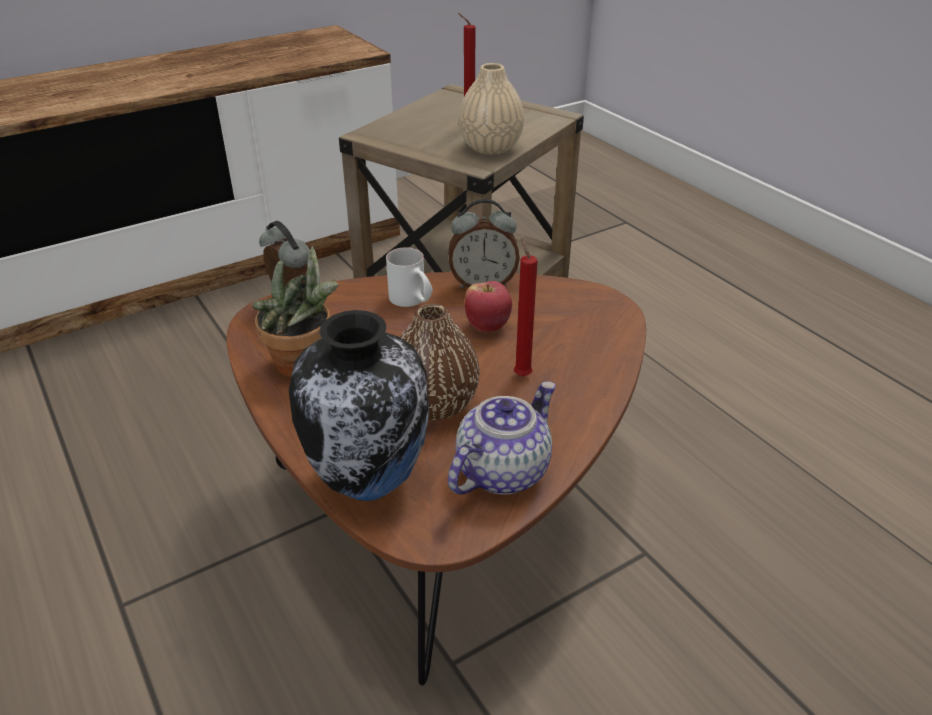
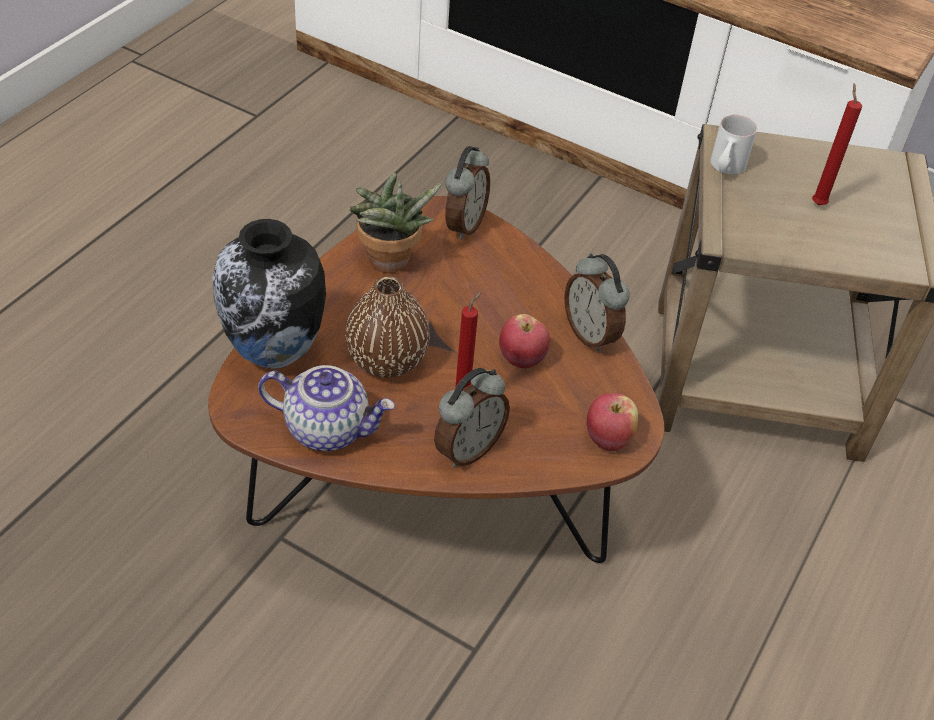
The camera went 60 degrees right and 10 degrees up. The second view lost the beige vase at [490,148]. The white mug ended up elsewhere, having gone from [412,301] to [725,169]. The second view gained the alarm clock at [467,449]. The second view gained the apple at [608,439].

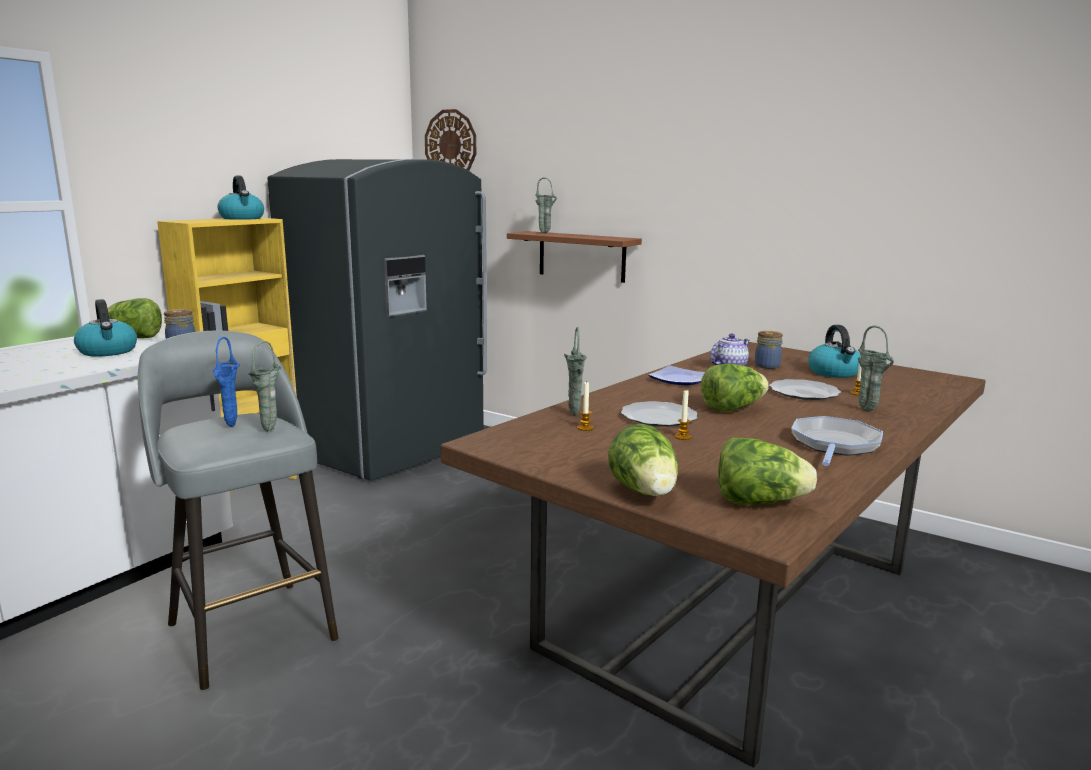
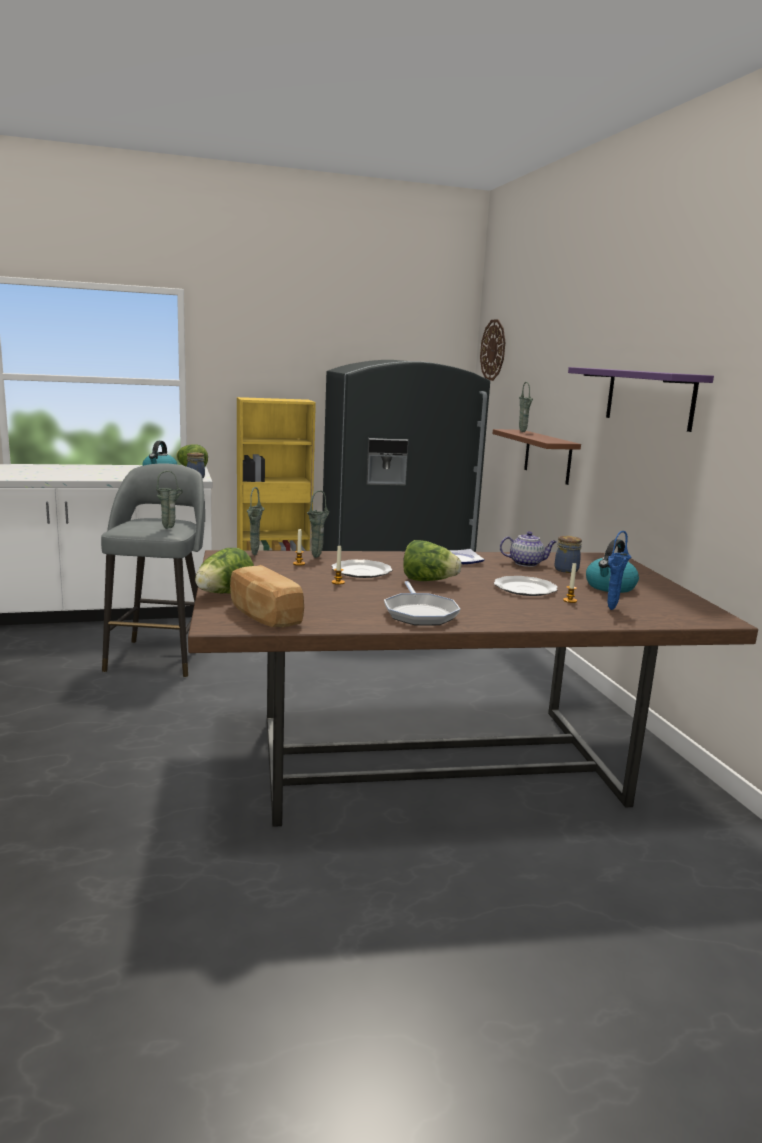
The camera went 40 degrees right and 0 degrees up. The second view lost the kettle at [242,218]. The green vase ended up elsewhere, having gone from [869,411] to [254,555]. The blue vase ended up elsewhere, having gone from [231,426] to [611,609]. The frying pan at [834,445] ended up facing another way, 105 degrees clockwise from before. Where the lettuce stood at [758,502], the bread came to stand at [263,615]. The second view gained the purple shelf at [649,398].

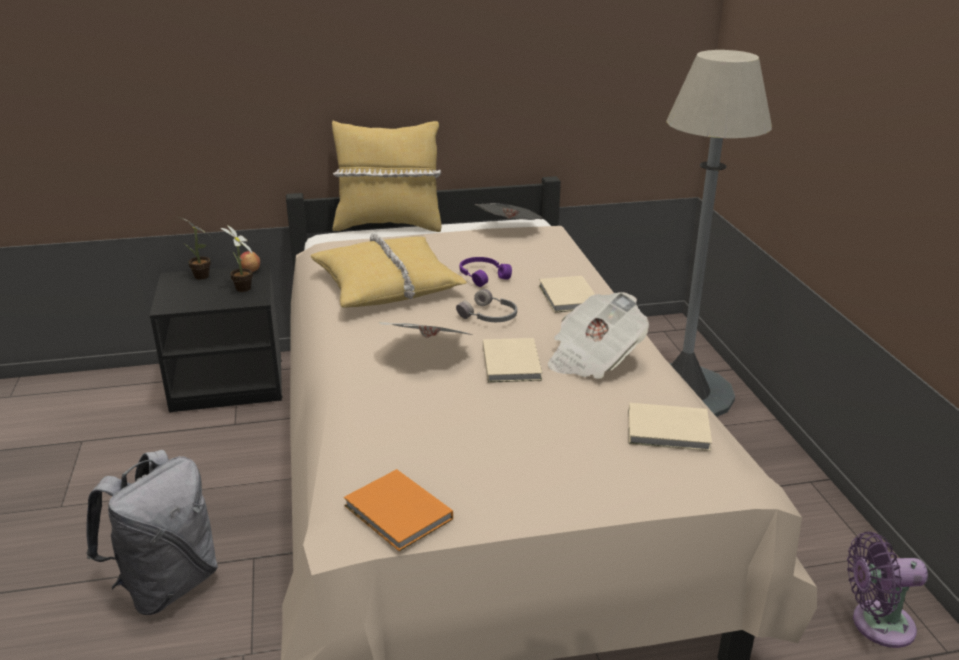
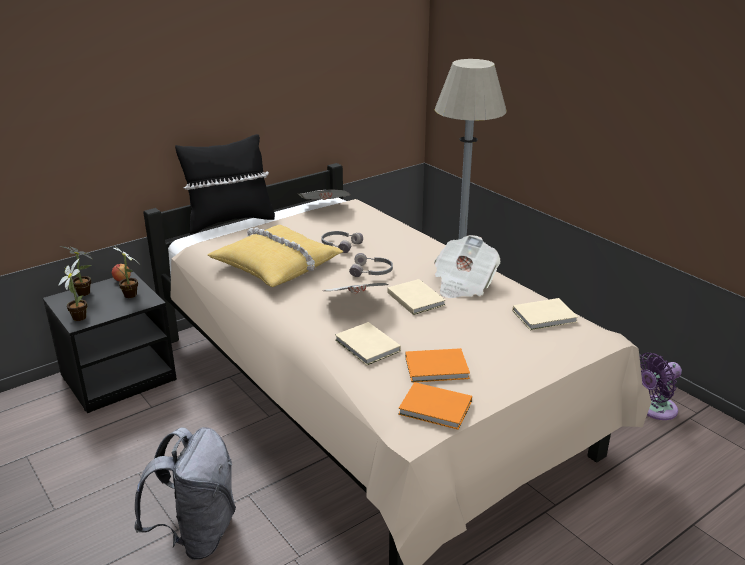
The camera went 25 degrees left and 0 degrees up. What was the yellow pillow at [388,225] turned into the black pillow at [229,221]. What was the purple headphones at [483,276] turned into the grey headphones at [340,245]. The beige book ended up elsewhere, having gone from [567,298] to [367,347]. The second view gained the potted plant at [79,316]. The second view gained the orange book at [438,368].

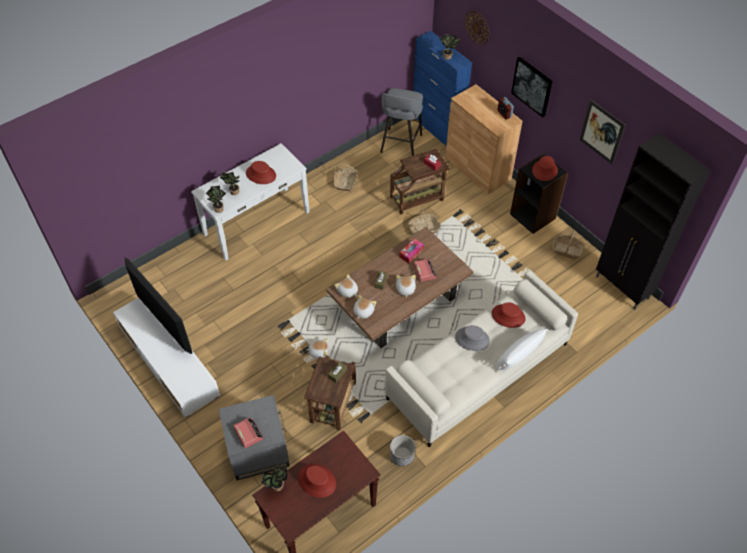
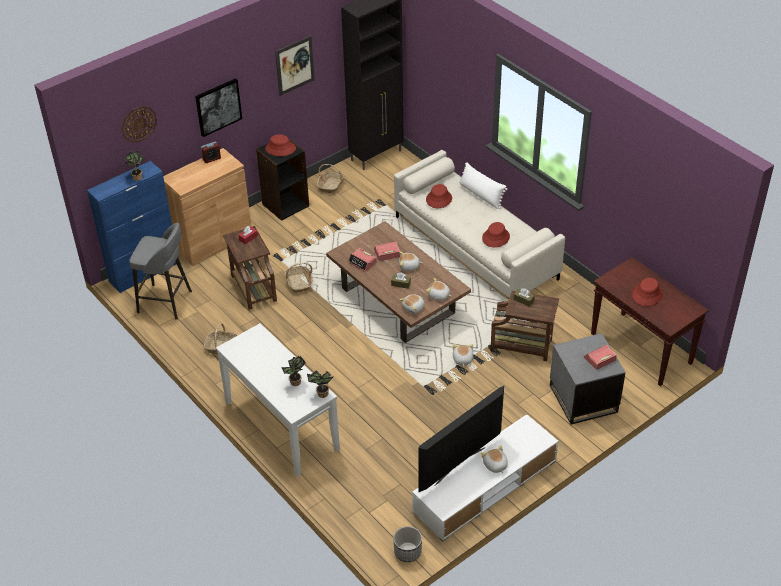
The camera went 90 degrees left and 10 degrees down. The red hat ended up elsewhere, having gone from [261,174] to [495,237]. Where the tissue box stood at [411,253], the alarm clock came to stand at [362,262]. The second view lost the grey hat at [472,339]. The planter ended up elsewhere, having gone from [402,456] to [408,552]. The second view lost the potted plant at [277,488]. The second view gained the plush toy at [495,465].

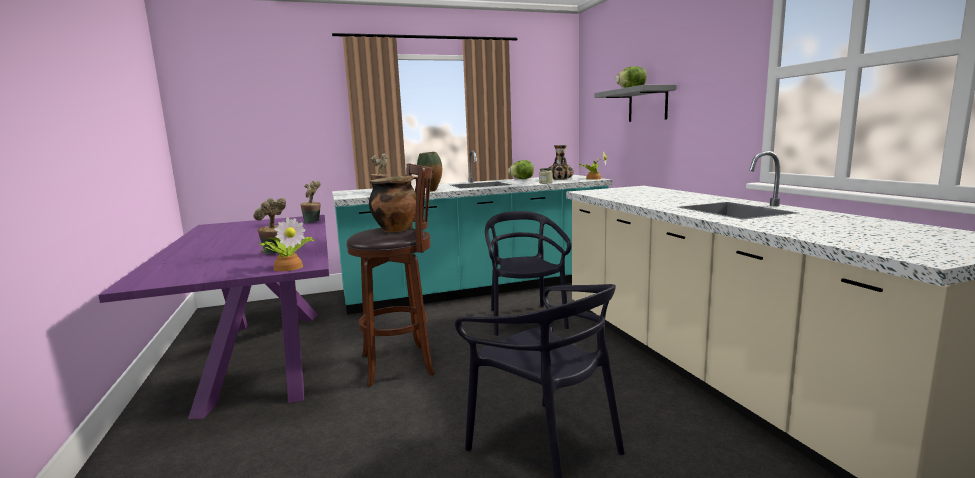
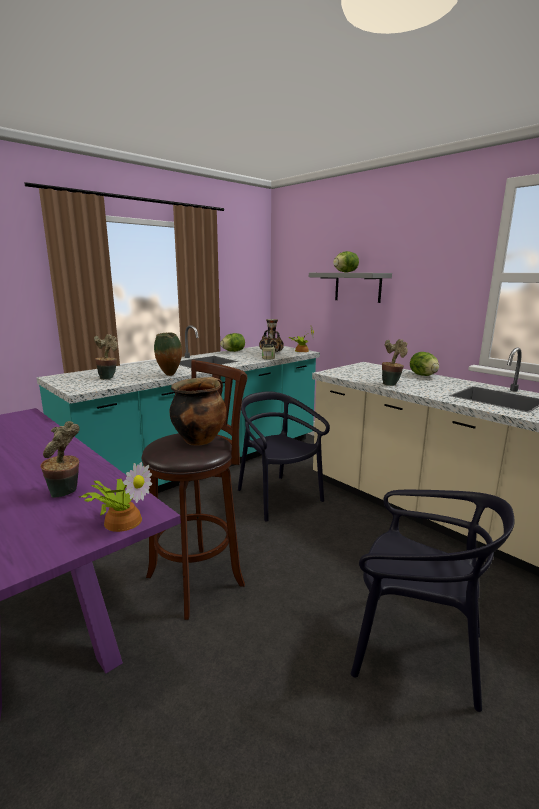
The camera went 25 degrees left and 5 degrees up. The potted plant ended up elsewhere, having gone from [313,222] to [391,384]. The second view gained the lettuce at [423,375].

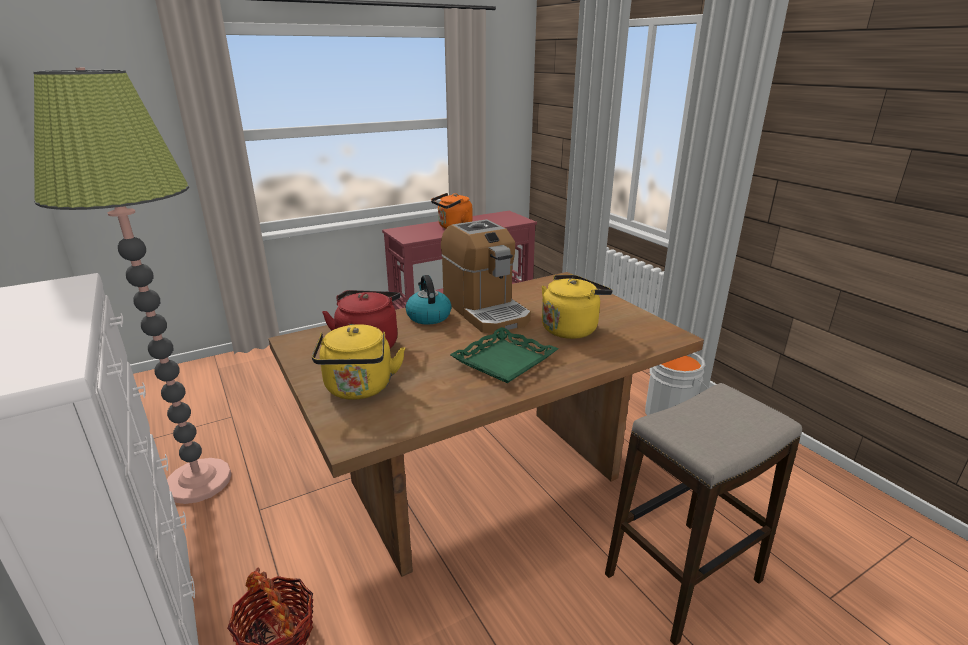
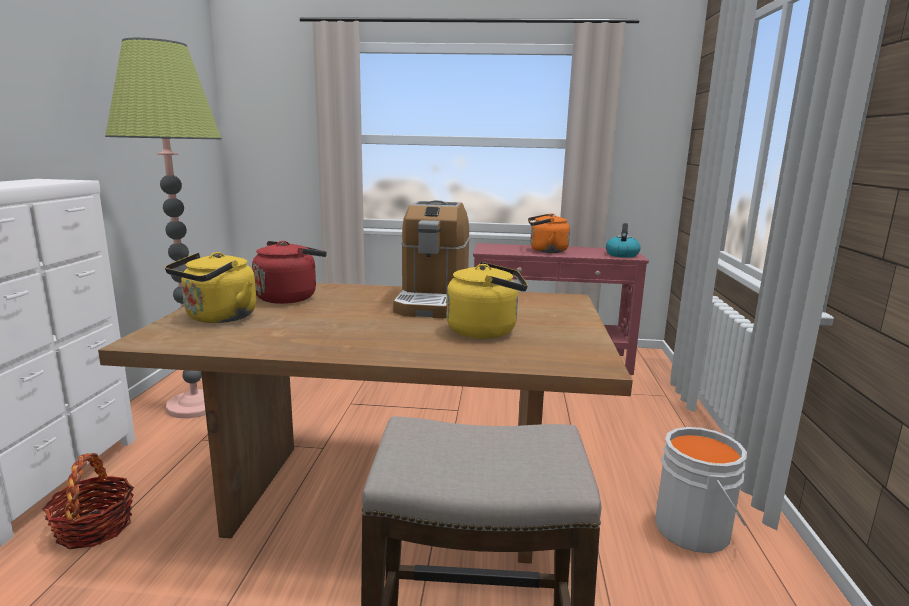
The camera went 35 degrees right and 10 degrees down. The kettle ended up elsewhere, having gone from [428,316] to [622,254]. The second view lost the green tray at [505,361].

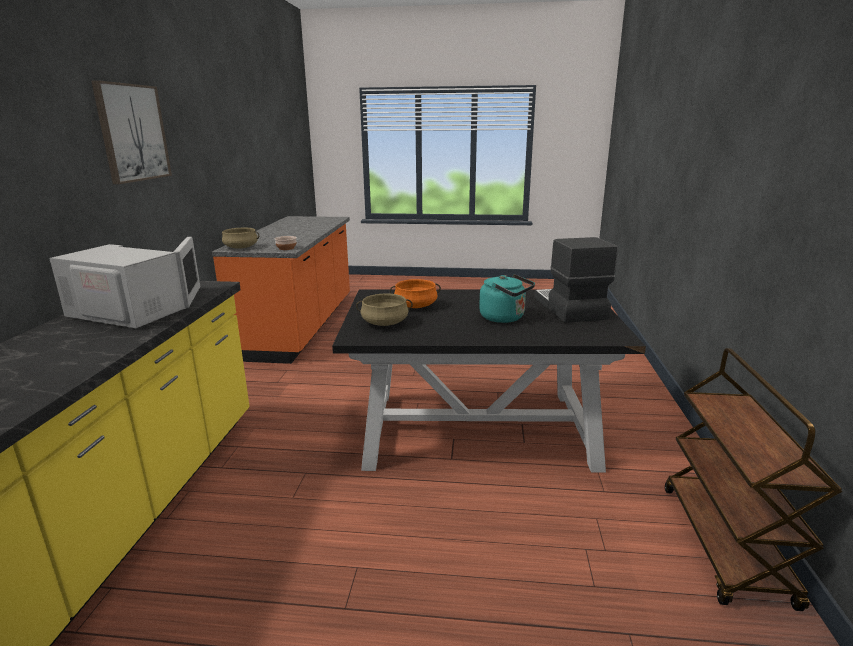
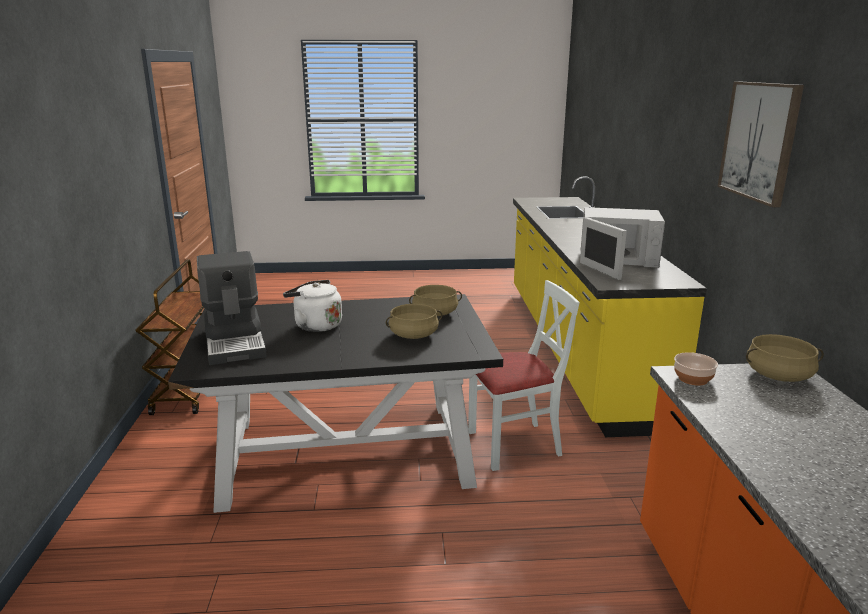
The camera went 170 degrees right and 0 degrees up. What was the turquoise kettle at [505,318] turned into the white kettle at [315,325]. What was the orange cooking pot at [415,306] turned into the beige cooking pot at [413,335]. The second view gained the white chair at [514,444].

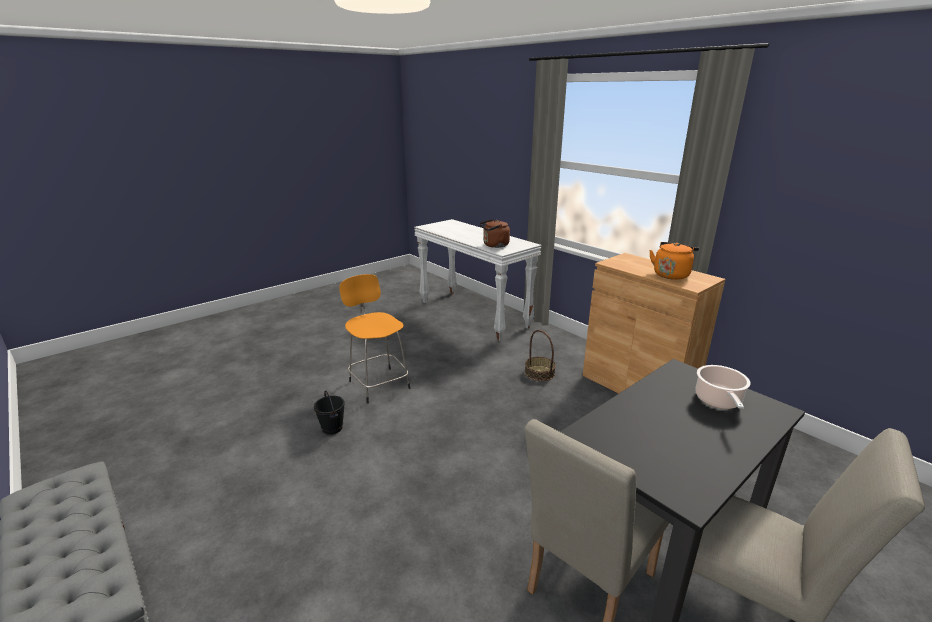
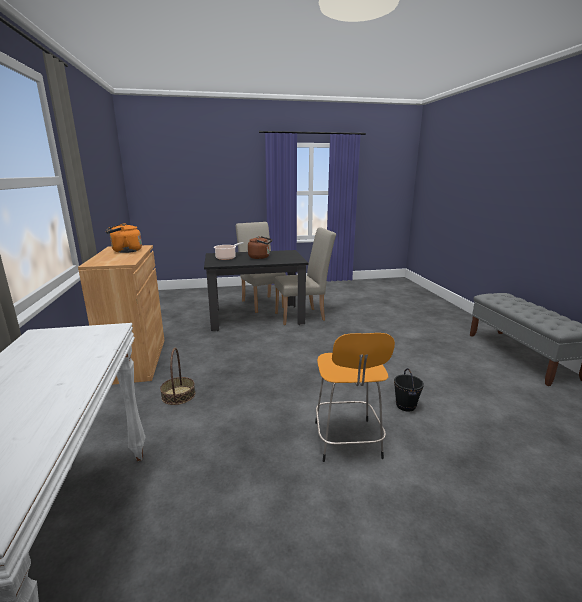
The camera went 150 degrees left and 5 degrees down. The brown kettle ended up elsewhere, having gone from [494,245] to [260,257].

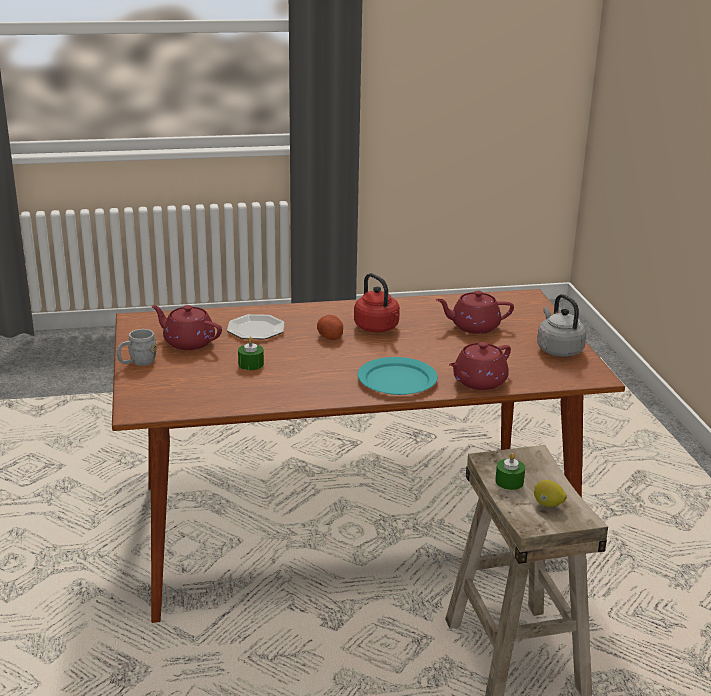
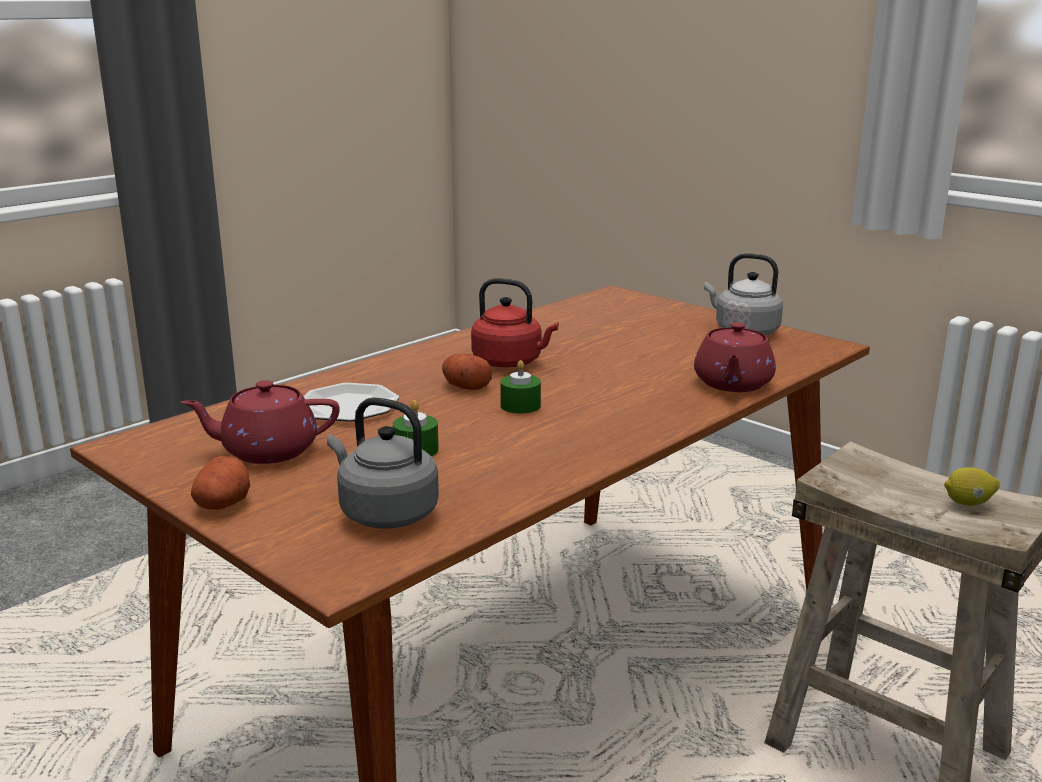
The camera went 35 degrees left and 5 degrees down. The second view lost the red teapot at [474,327]. Where the grey mug stood at [137,363], the potato came to stand at [223,504]. The second view lost the turquoise plate at [397,380]. The green candle ended up elsewhere, having gone from [509,482] to [520,406]. The second view gained the grey kettle at [384,513].

